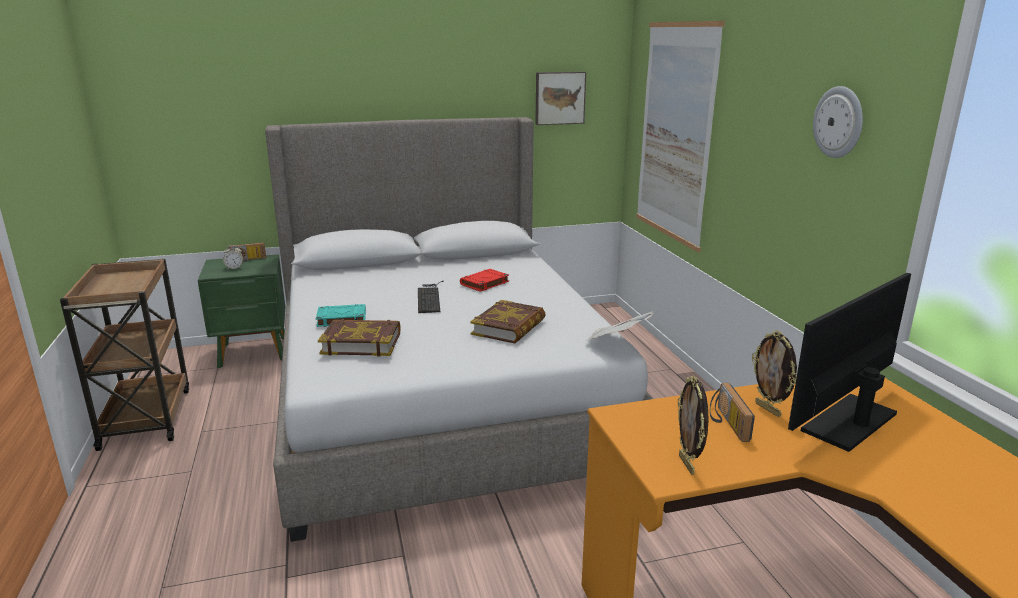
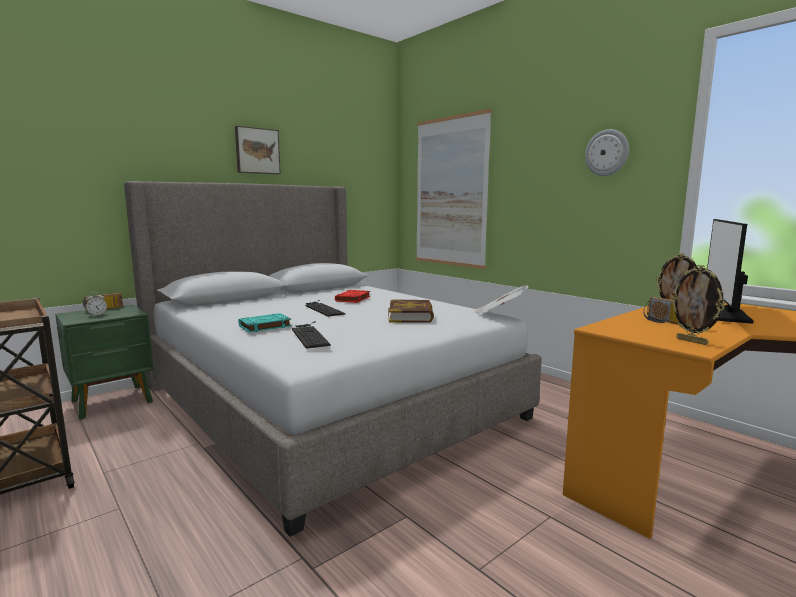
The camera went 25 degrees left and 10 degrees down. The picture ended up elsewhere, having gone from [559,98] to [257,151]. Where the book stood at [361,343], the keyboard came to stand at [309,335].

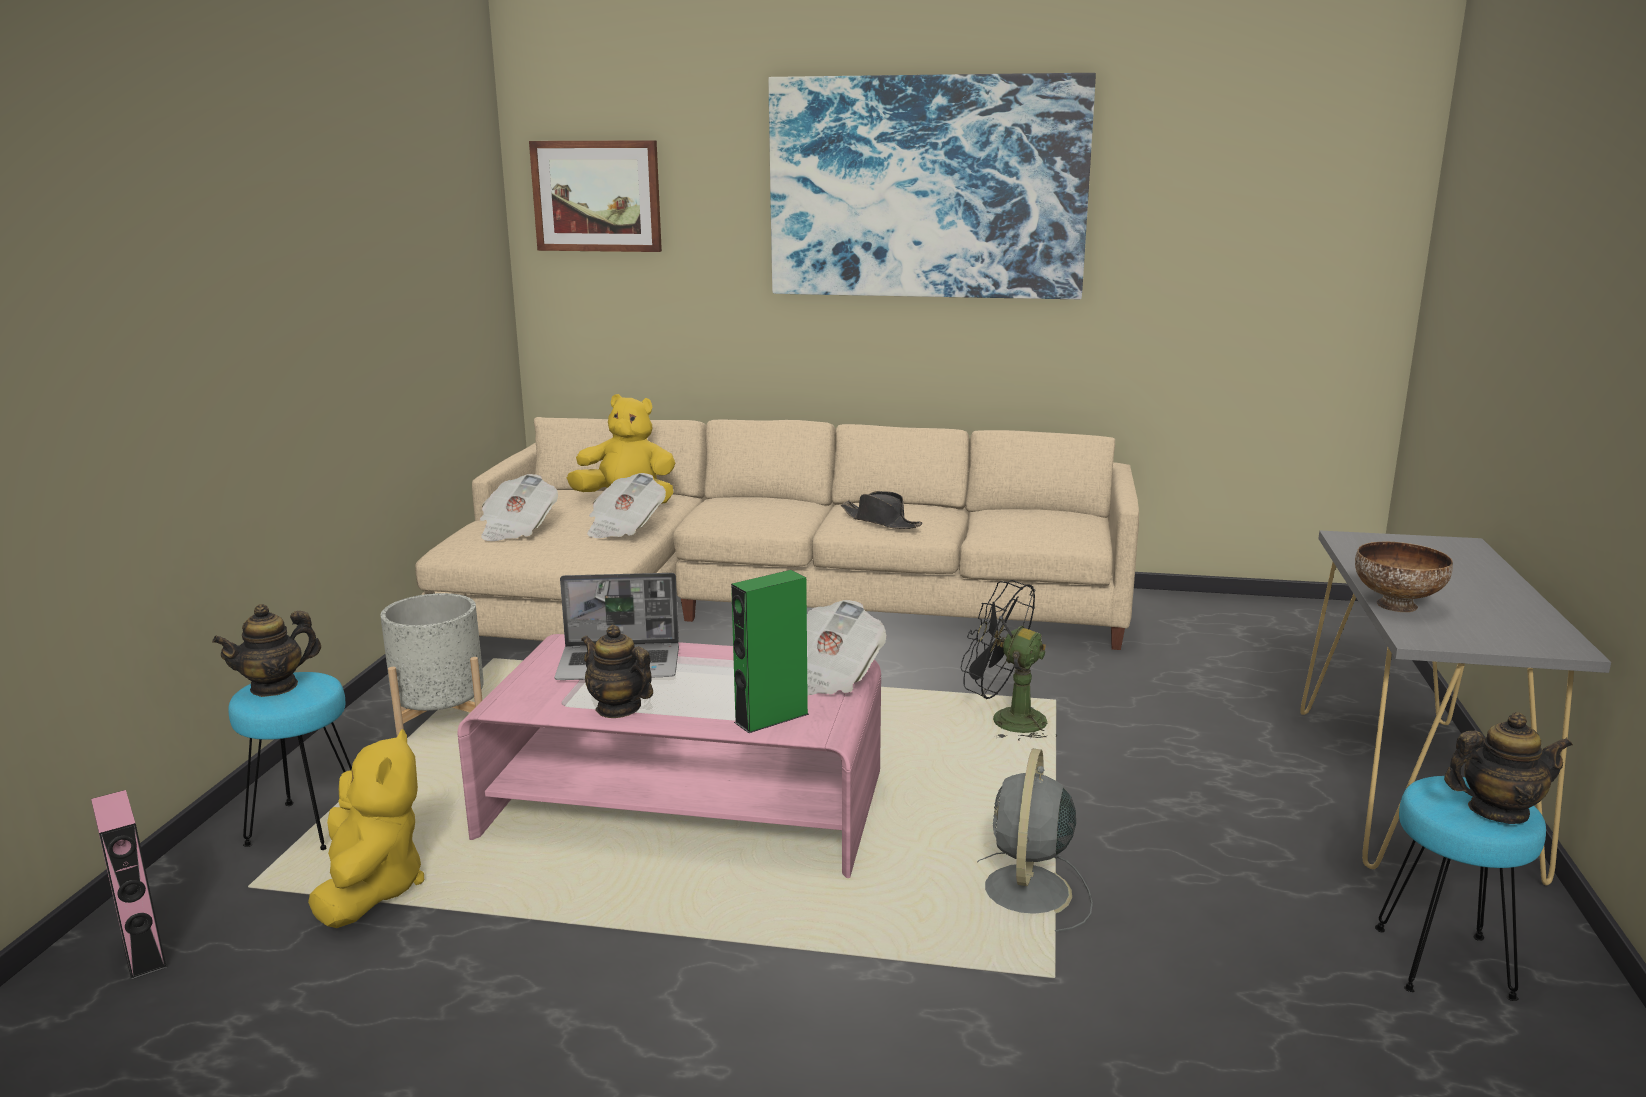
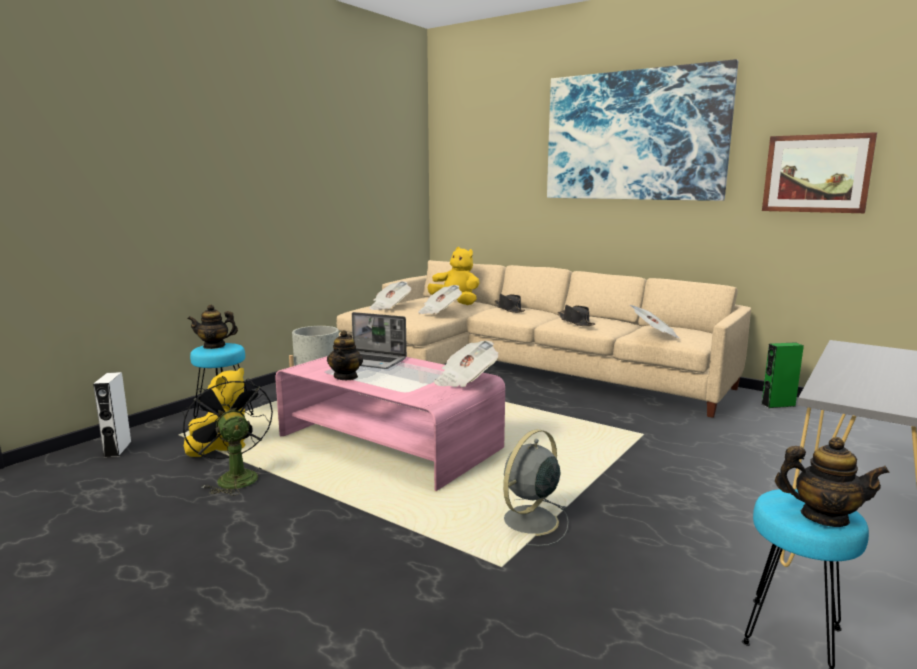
The camera went 25 degrees right and 5 degrees down. The picture ended up elsewhere, having gone from [597,196] to [816,173]. The second view lost the bowl at [1395,605]. The green speaker ended up elsewhere, having gone from [771,718] to [778,405]. The black fan ended up elsewhere, having gone from [1006,720] to [233,477]. The teapot at [618,708] ended up facing another way, 150 degrees counterclockwise from before. What was the pink speaker at [144,952] turned into the white speaker at [117,449]. The second view gained the black hat at [509,309]. The second view gained the newspaper at [654,335].

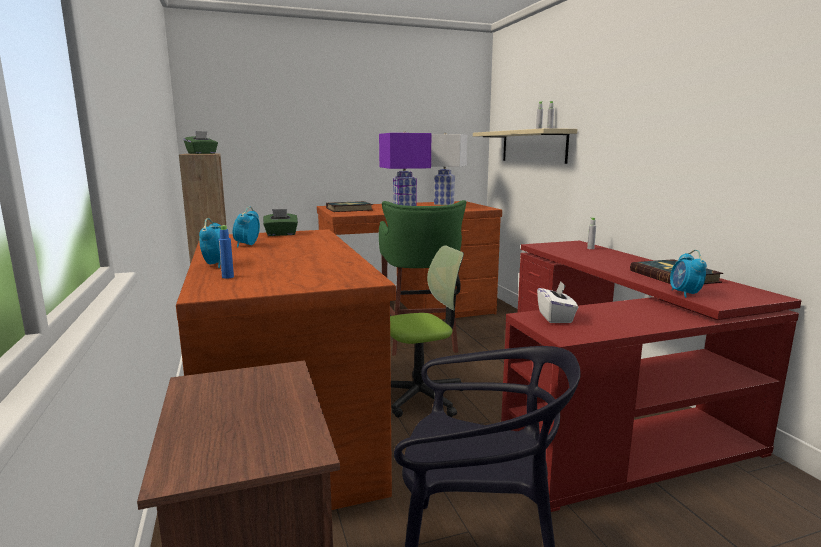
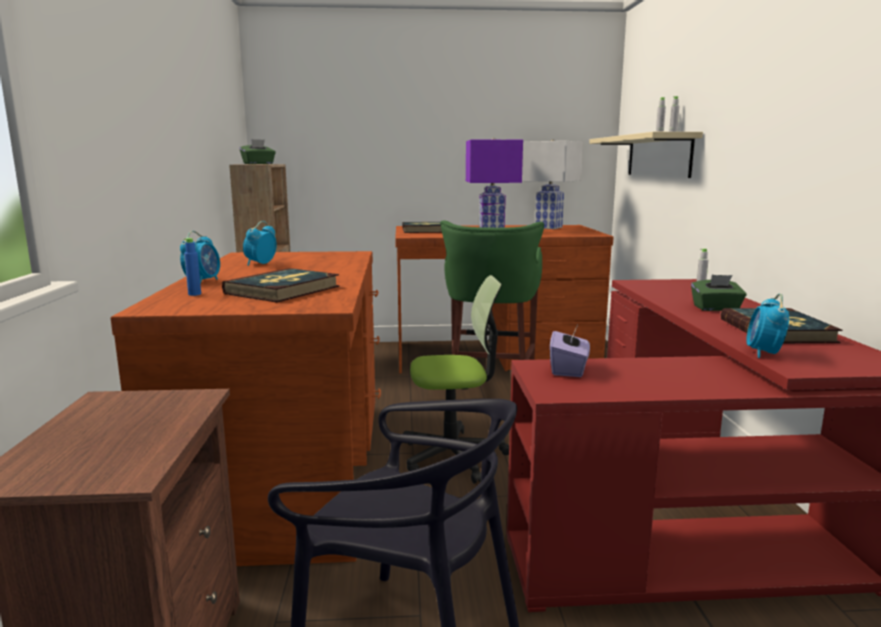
The camera went 15 degrees right and 0 degrees up. The green tissue box ended up elsewhere, having gone from [281,234] to [716,308]. What was the white tissue box at [555,317] turned into the purple tissue box at [568,369]. The second view gained the book at [283,290].

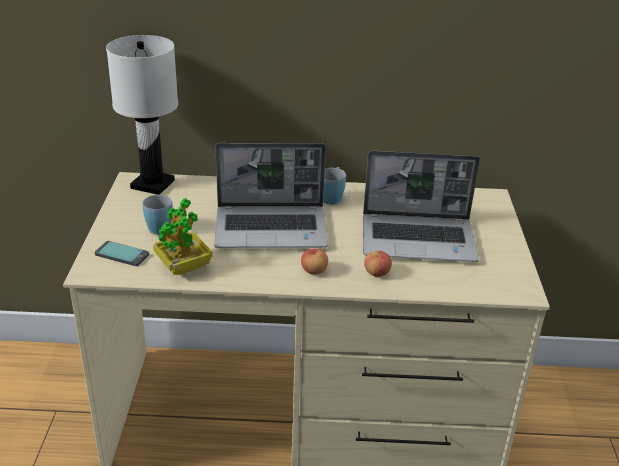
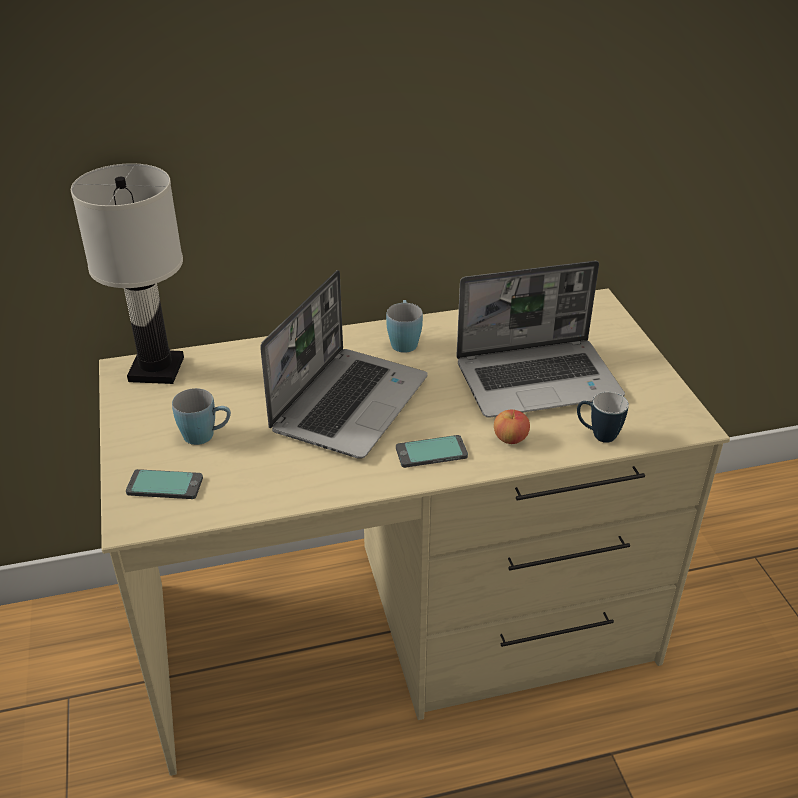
The camera went 15 degrees left and 5 degrees up. The laptop at [272,228] ended up facing another way, 45 degrees counterclockwise from before. The second view lost the potted plant at [183,267]. Where the apple stood at [314,271], the phone came to stand at [431,453]. The second view gained the mug at [597,435].

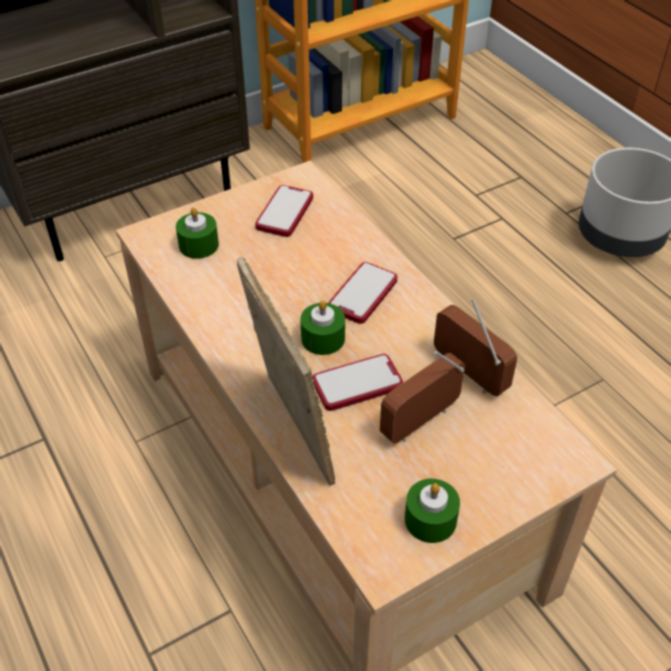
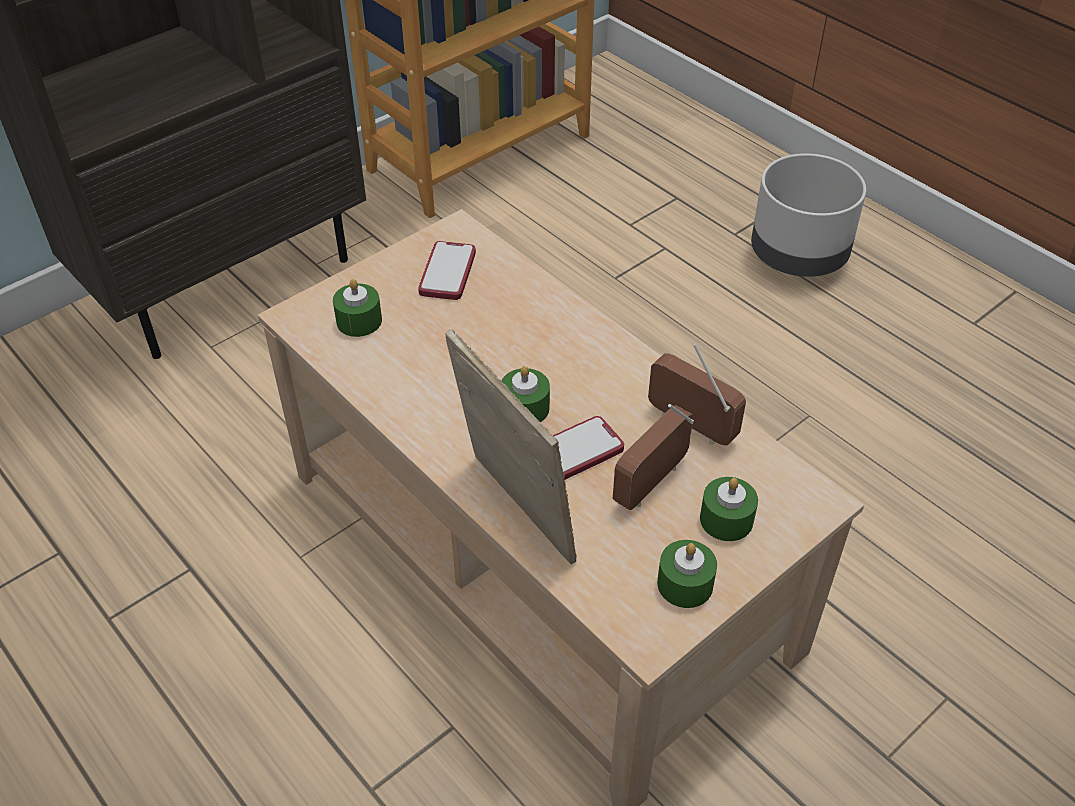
The camera went 10 degrees left and 0 degrees up. The second view lost the phone at [363,294]. The second view gained the green candle at [726,519].

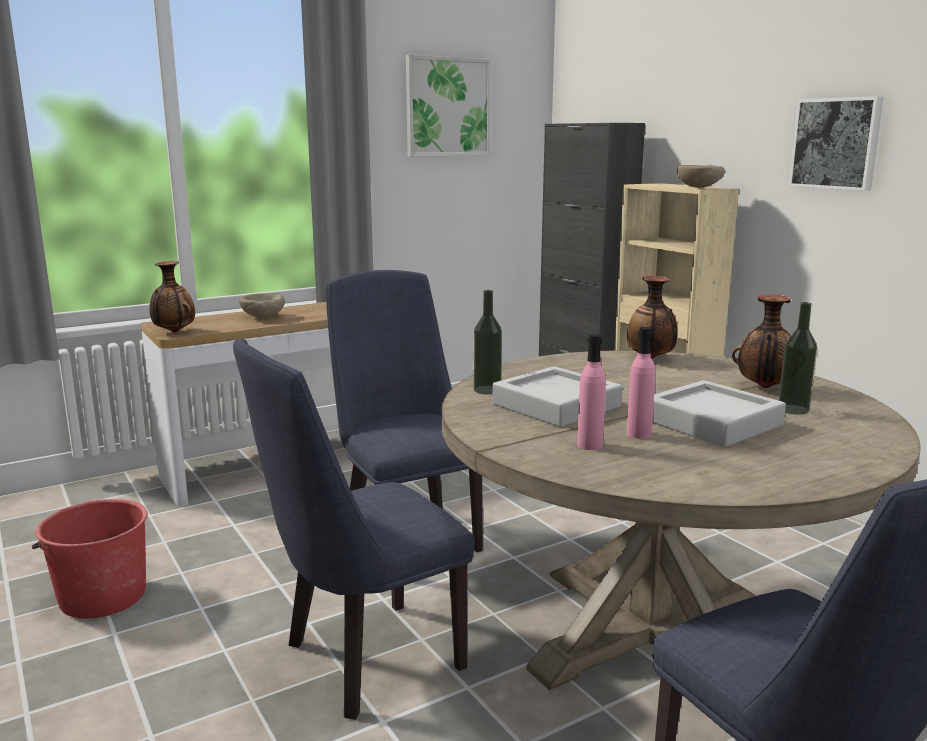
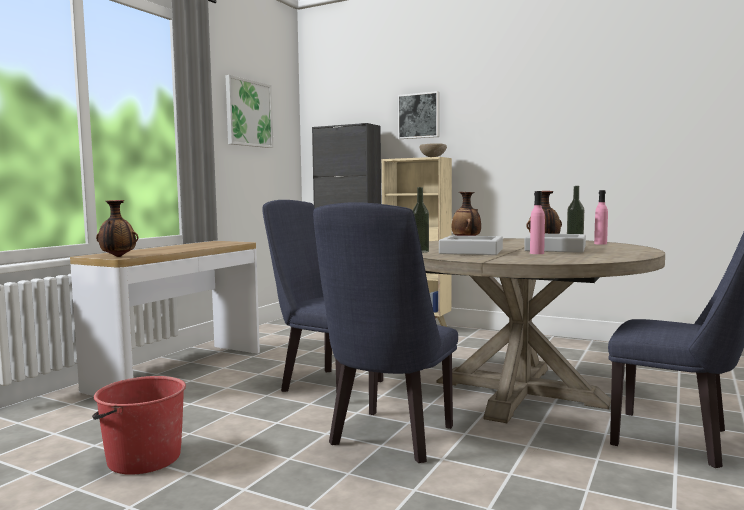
The camera went 30 degrees left and 10 degrees down. The picture ended up elsewhere, having gone from [836,143] to [419,116]. The second view lost the beige bowl at [263,318]. The pink bottle ended up elsewhere, having gone from [589,445] to [600,244].

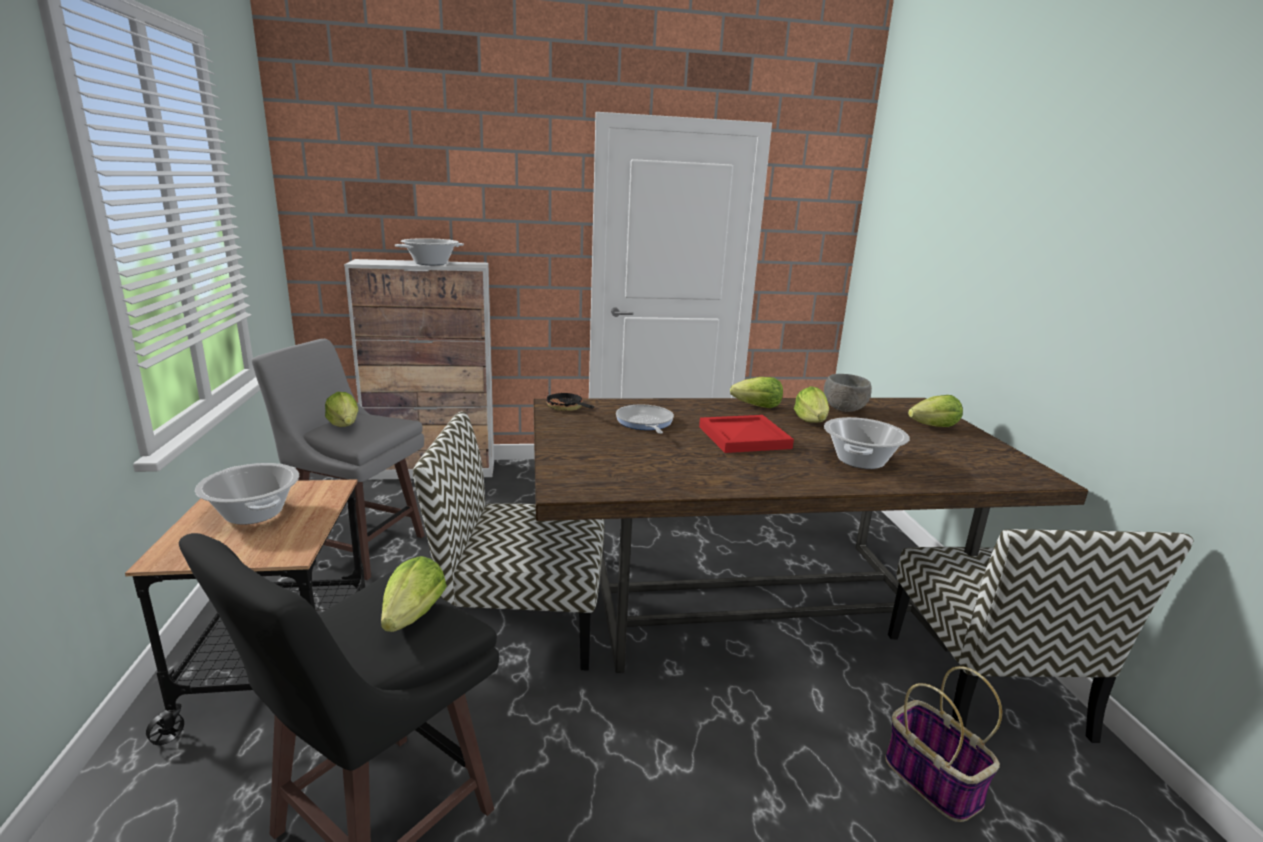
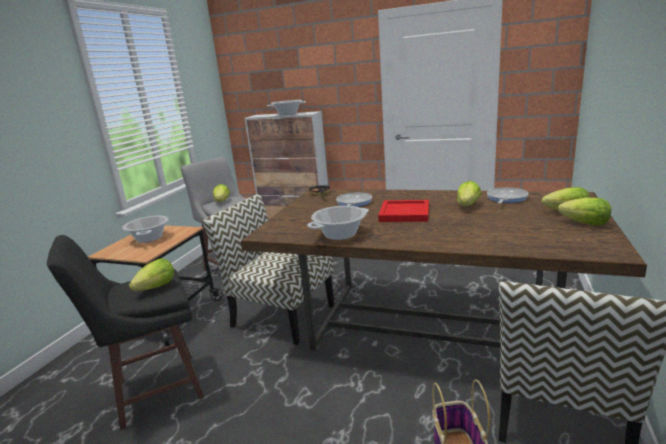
The camera went 30 degrees right and 0 degrees up. Where the grey bowl stood at [843,409], the frying pan came to stand at [506,198]. The lettuce ended up elsewhere, having gone from [758,407] to [585,224]. The cooking pot ended up elsewhere, having gone from [860,460] to [340,234].

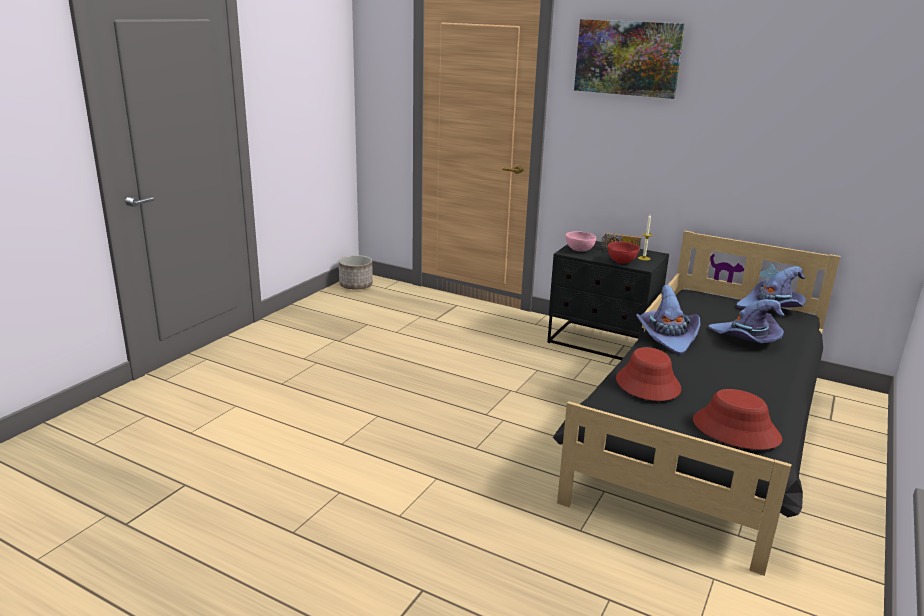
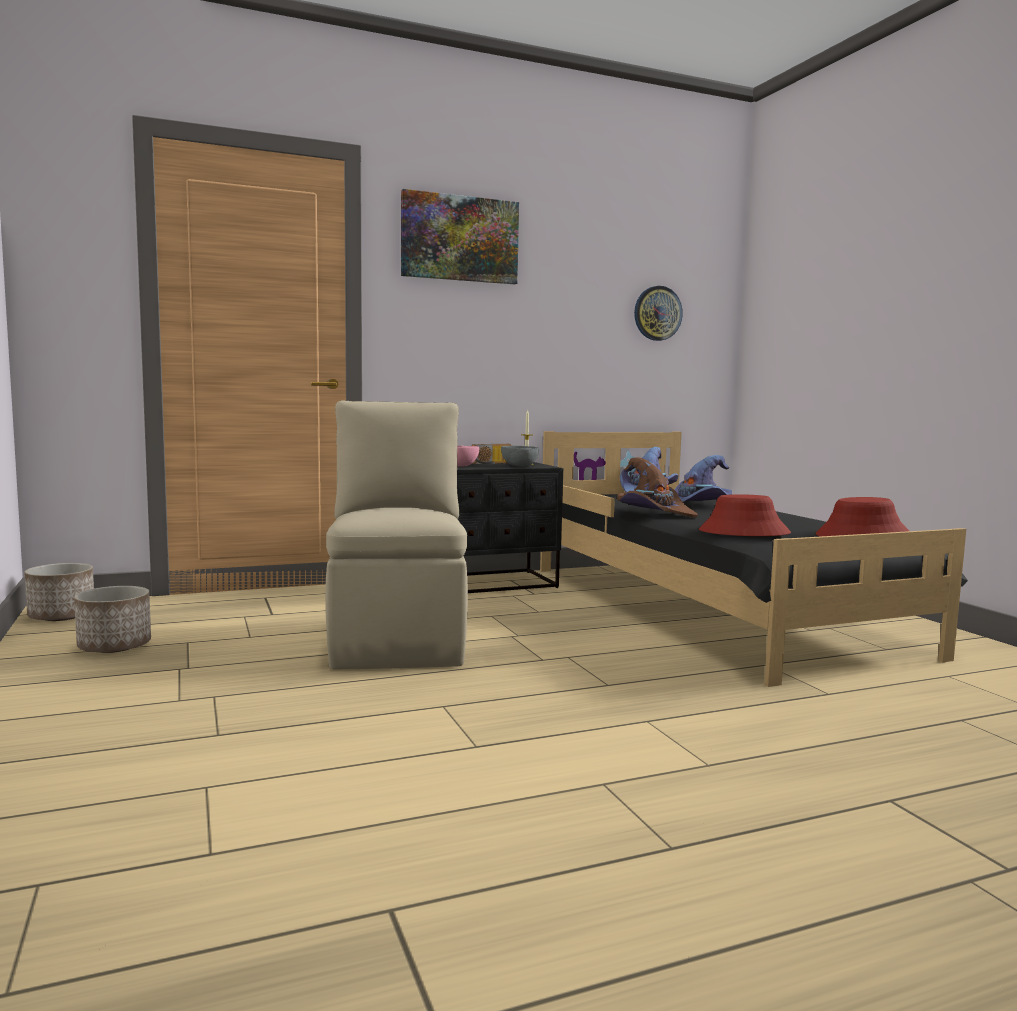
The camera went 50 degrees left and 15 degrees down. What was the red bowl at [621,262] turned into the grey bowl at [519,466]. What was the purple hat at [667,337] turned into the brown hat at [654,513]. The second view gained the wall clock at [657,313]. The second view gained the beige chair at [398,641]. The second view gained the planter at [115,646].

